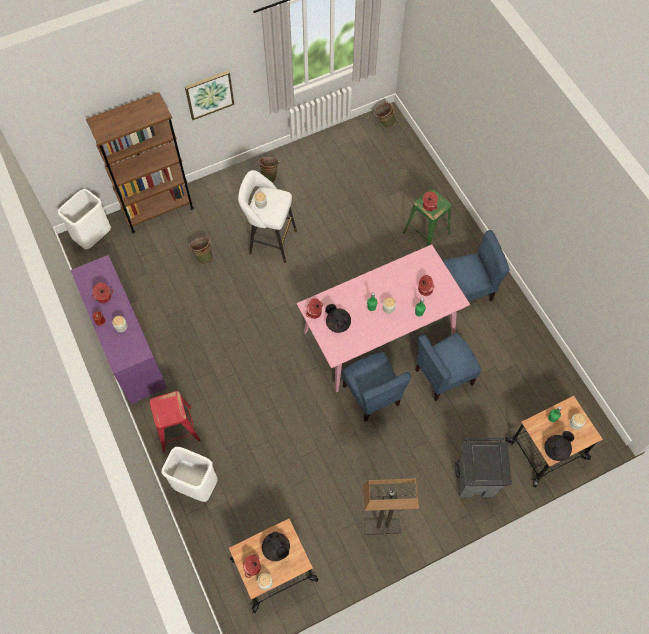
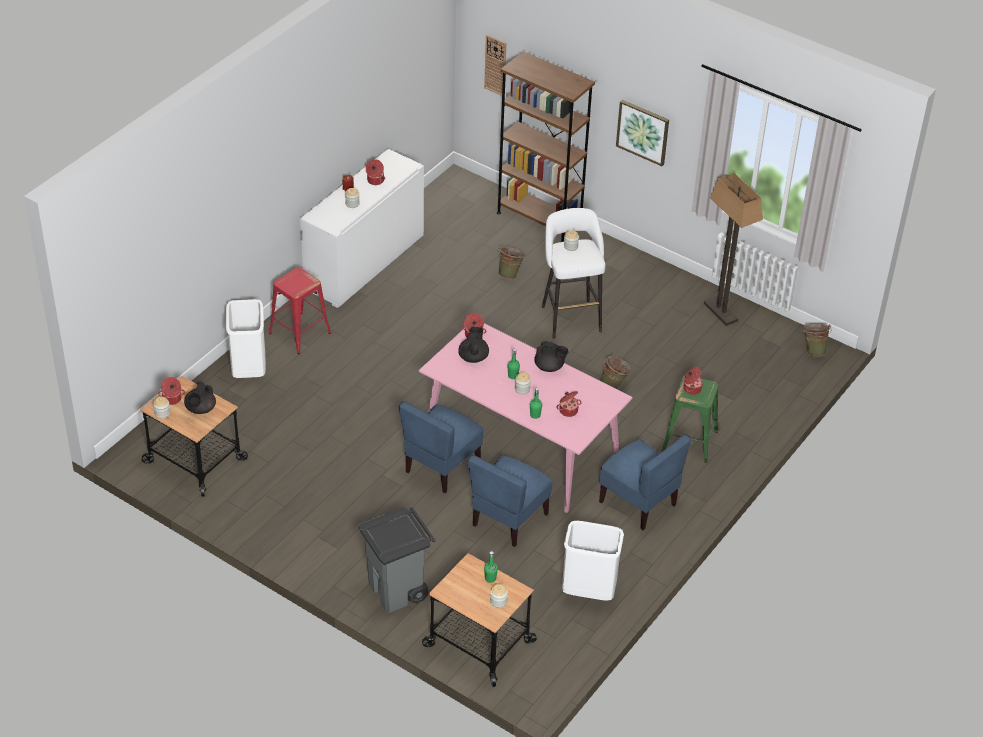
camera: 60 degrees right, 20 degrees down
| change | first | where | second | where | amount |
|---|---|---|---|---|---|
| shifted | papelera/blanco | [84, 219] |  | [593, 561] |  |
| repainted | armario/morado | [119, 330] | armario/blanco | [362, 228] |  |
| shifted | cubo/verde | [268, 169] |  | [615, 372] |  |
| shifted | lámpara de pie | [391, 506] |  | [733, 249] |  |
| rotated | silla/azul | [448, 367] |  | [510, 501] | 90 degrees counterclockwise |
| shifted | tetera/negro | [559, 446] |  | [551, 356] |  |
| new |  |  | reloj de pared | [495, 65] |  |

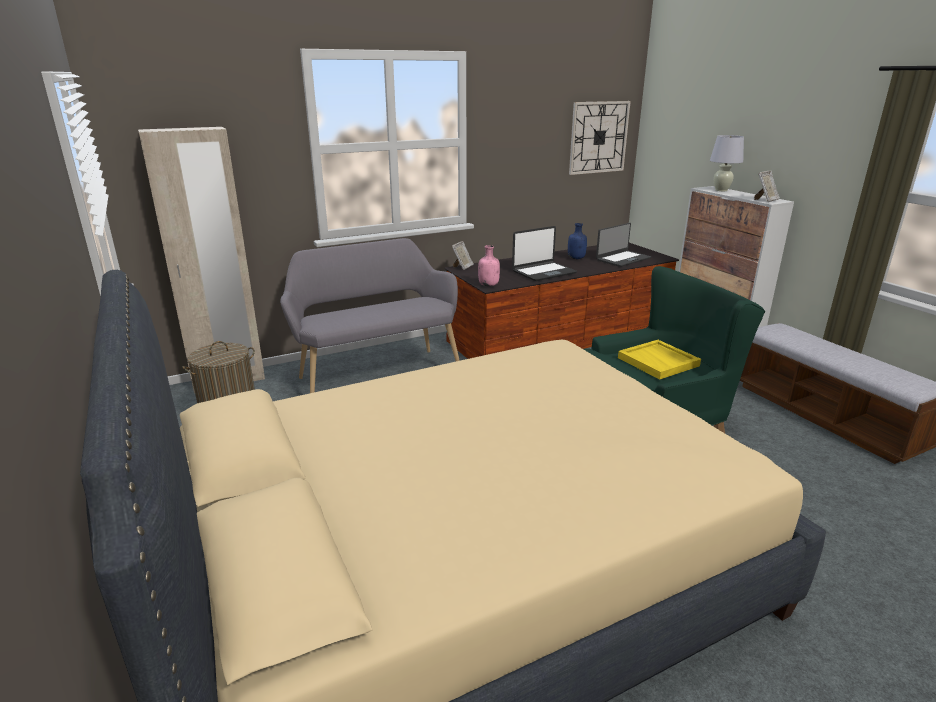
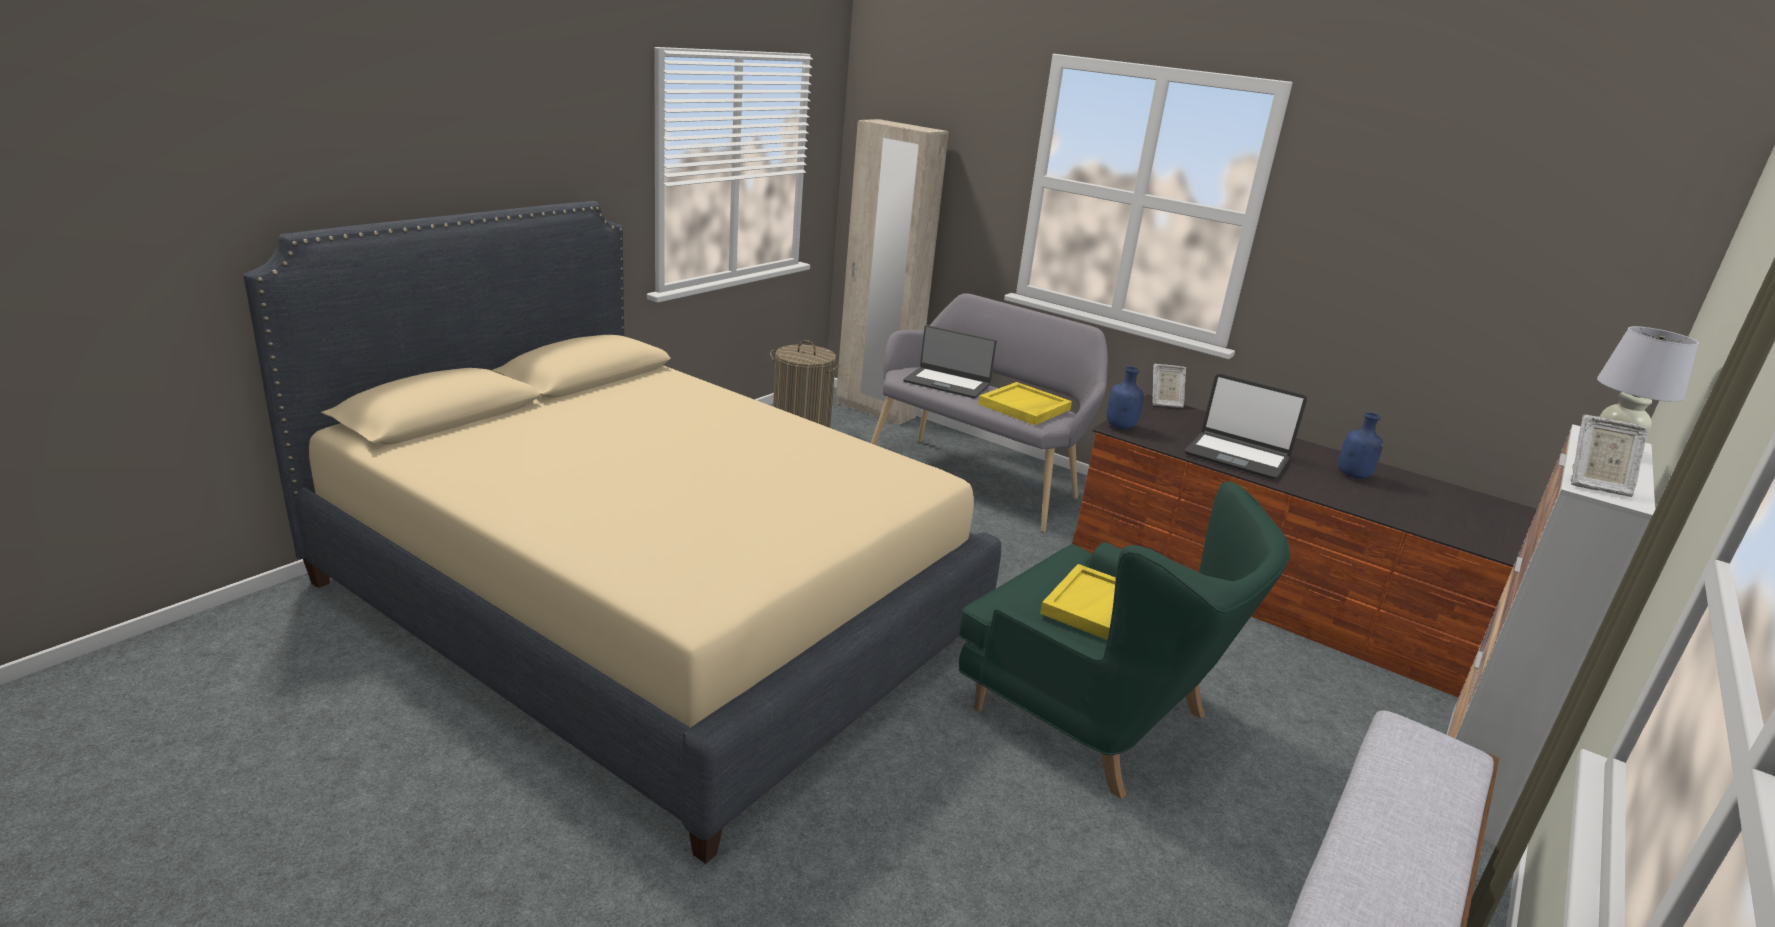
camera: 60 degrees right, 0 degrees up
| change | first | where | second | where | amount |
|---|---|---|---|---|---|
| repainted | botella/rosa | [489, 265] | botella/azul | [1125, 398] |  |
| gone | reloj de pared | [600, 138] |  |  |  |
| shifted | portátil | [623, 245] |  | [950, 362] |  |
| new |  |  | bandeja/amarillo | [1025, 403] |  |

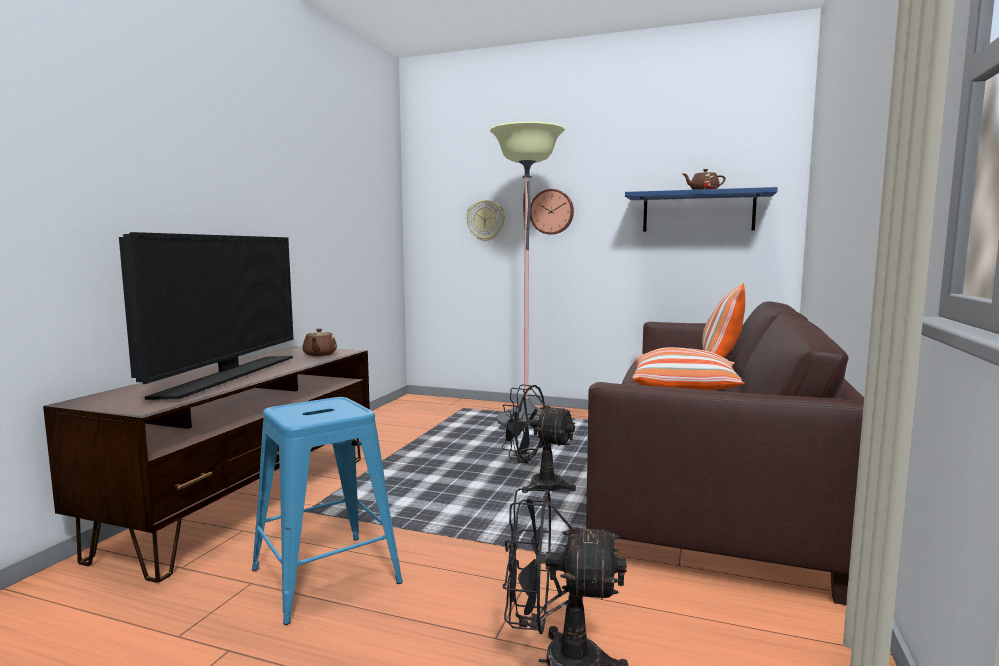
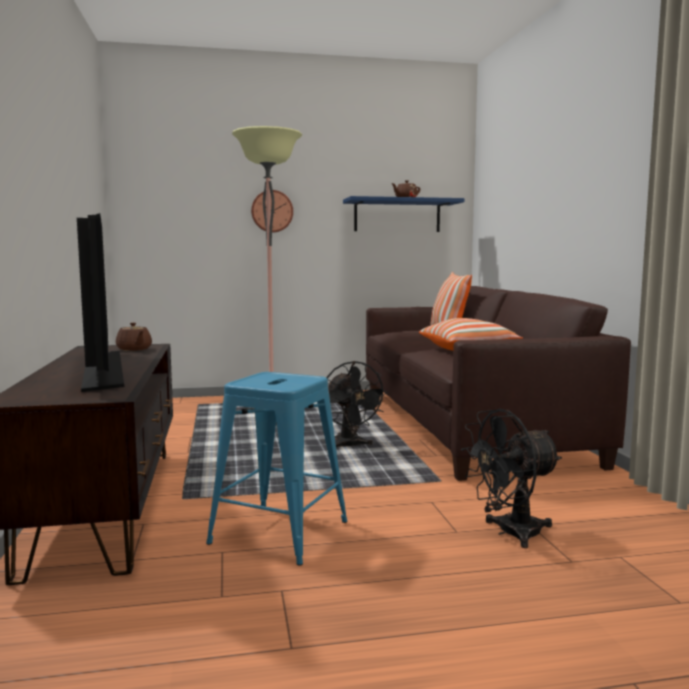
camera: 30 degrees left, 0 degrees up
| change | first | where | second | where | amount |
|---|---|---|---|---|---|
| gone | reloj de pared | [485, 220] |  |  |  |
| rotated | ventilador/negro | [537, 438] |  | [357, 404] | 105 degrees counterclockwise |

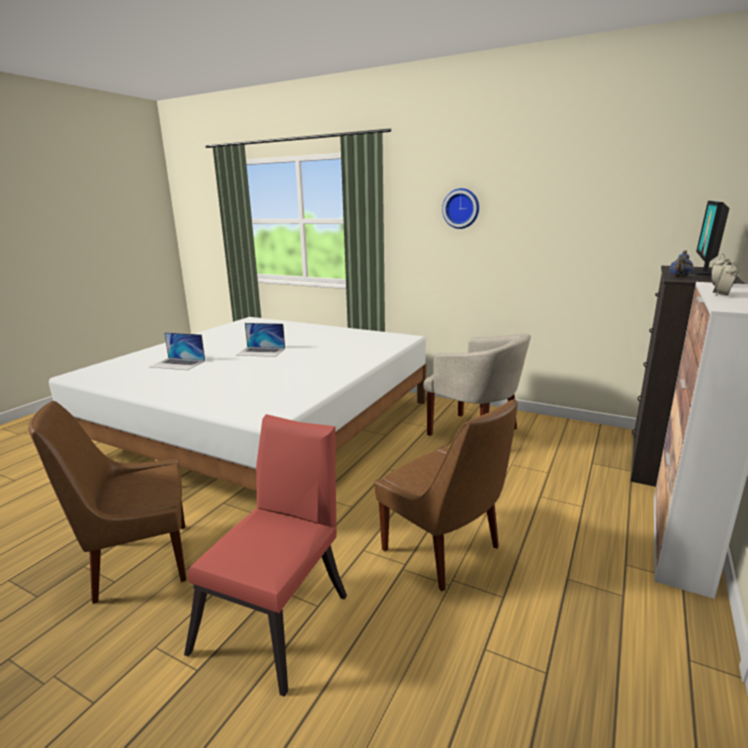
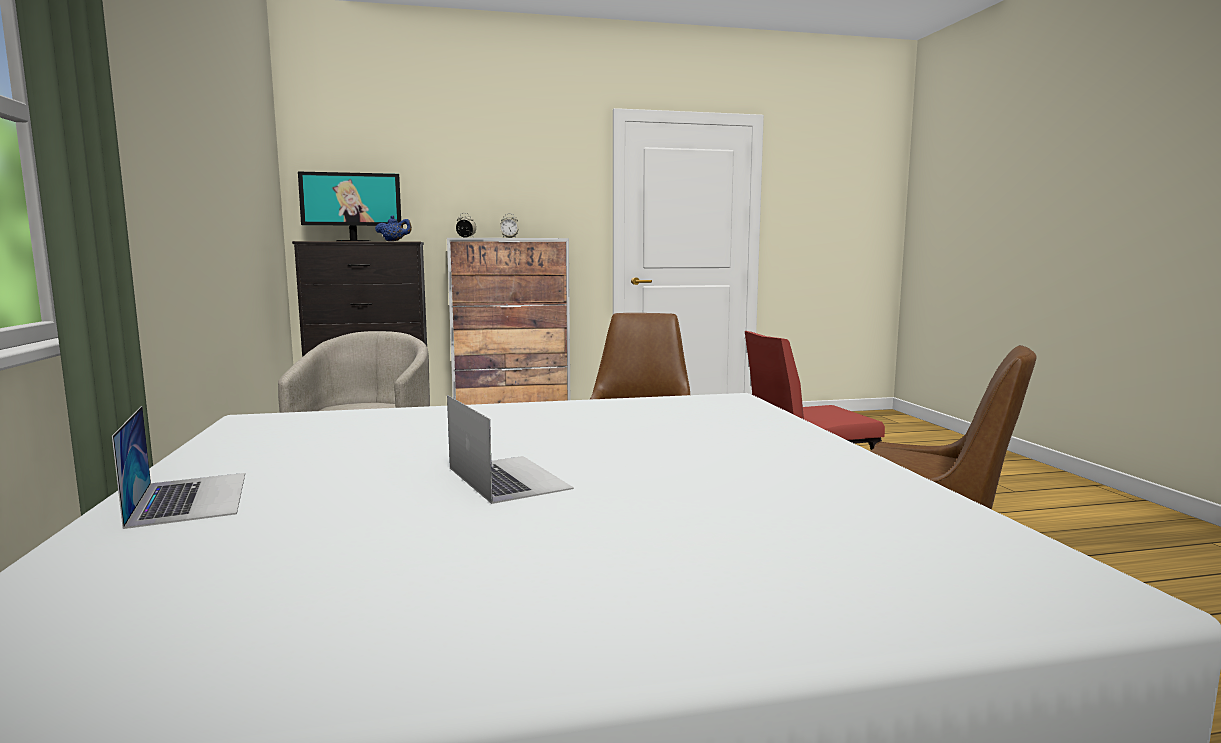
camera: 130 degrees left, 10 degrees down
| change | first | where | second | where | amount |
|---|---|---|---|---|---|
| shifted | portátil | [177, 351] |  | [178, 467] |  |
| gone | reloj de pared | [460, 208] |  |  |  |

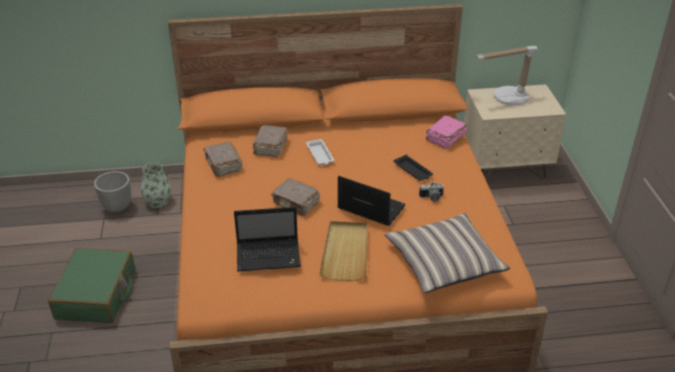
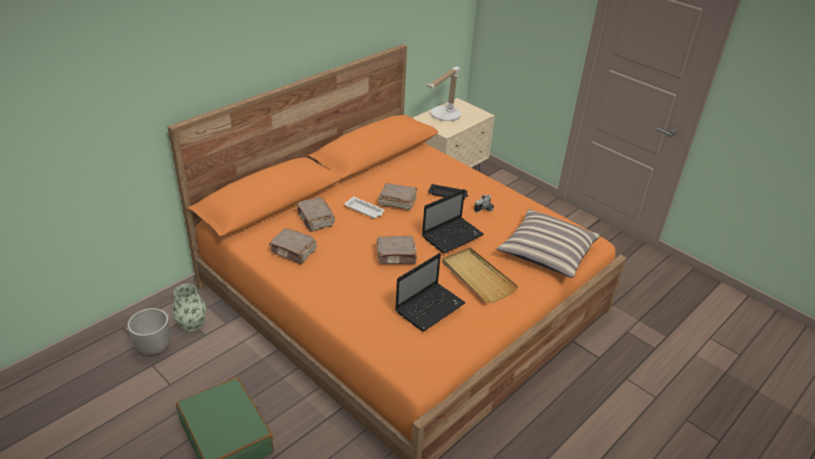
camera: 40 degrees left, 0 degrees up
| change | first | where | second | where | amount |
|---|---|---|---|---|---|
| rotated | portátil | [372, 201] |  | [453, 221] | 150 degrees clockwise |
| gone | libro/rosa | [446, 132] |  |  |  |
| new |  |  | libro/marrón | [397, 196] |  |

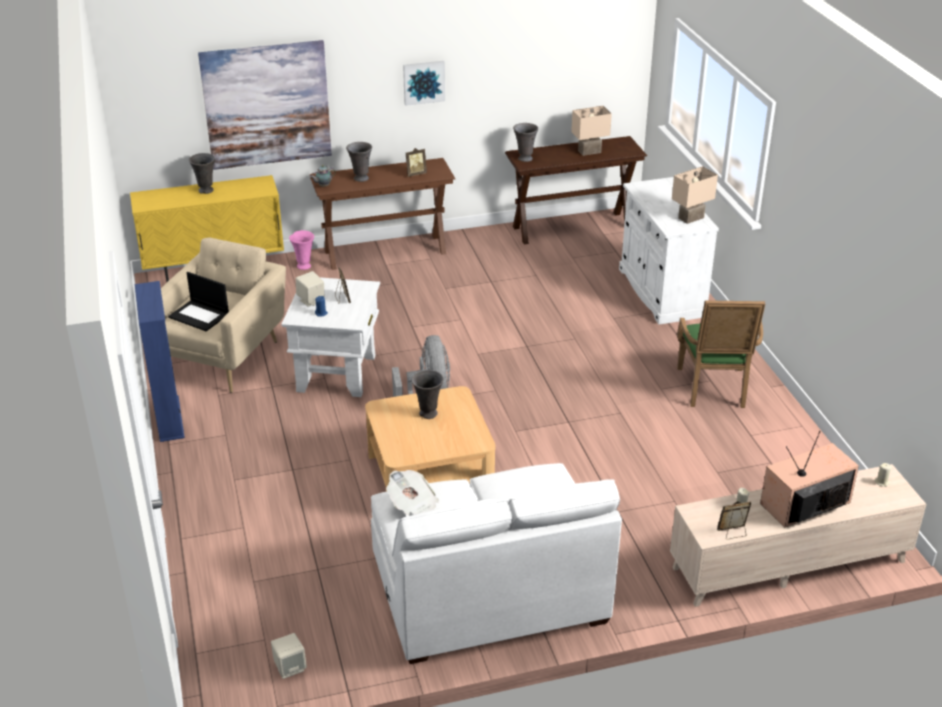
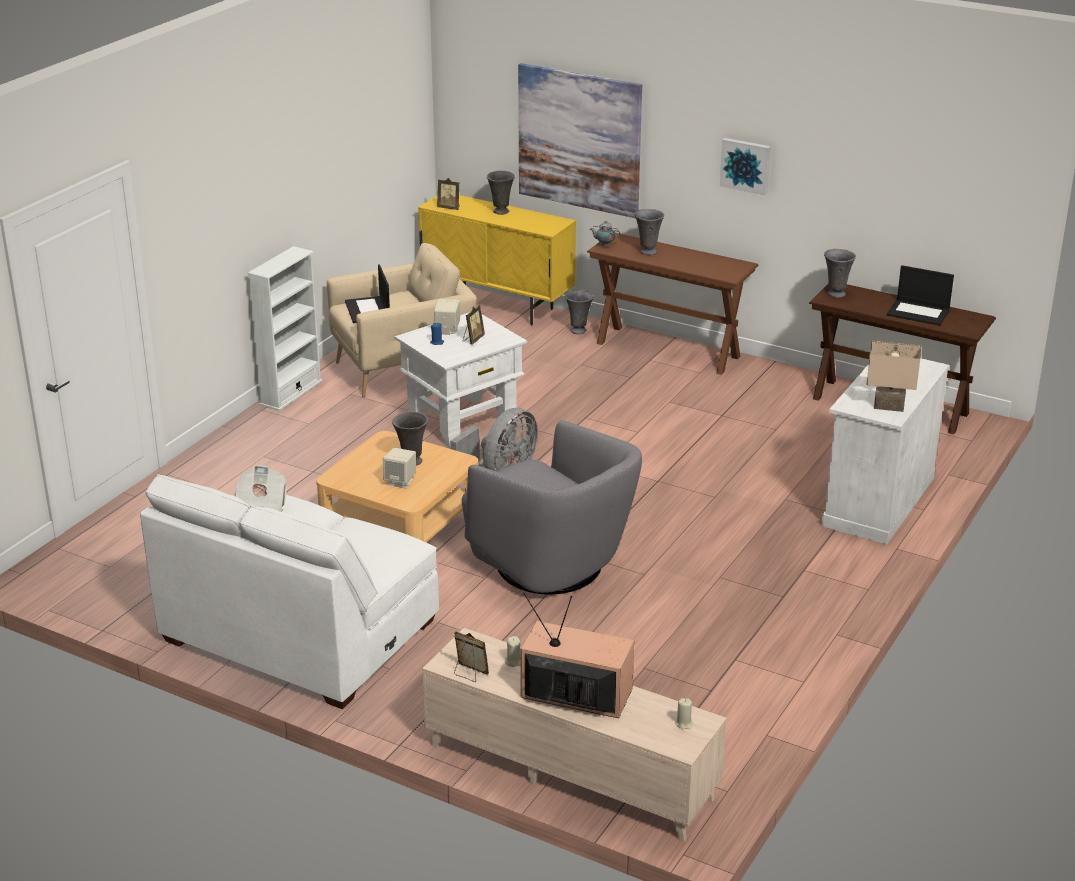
camera: 45 degrees right, 5 degrees down
| change | first | where | second | where | amount |
|---|---|---|---|---|---|
| repainted | estantería/azul | [160, 361] | estantería/blanco | [285, 328] |  |
| shifted | altavoz/beis | [289, 656] |  | [399, 468] |  |
| repainted | florero/rosa | [301, 250] | florero/gris | [579, 312] |  |
| shifted | portarretratos | [416, 162] |  | [448, 194] |  |
| swapped | lámpara de mesa/beis | [591, 131] | portátil | [920, 295] |  |
| gone | sillón/verde | [721, 354] |  |  |  |
| new |  |  | sillón/gris | [551, 507] |  |

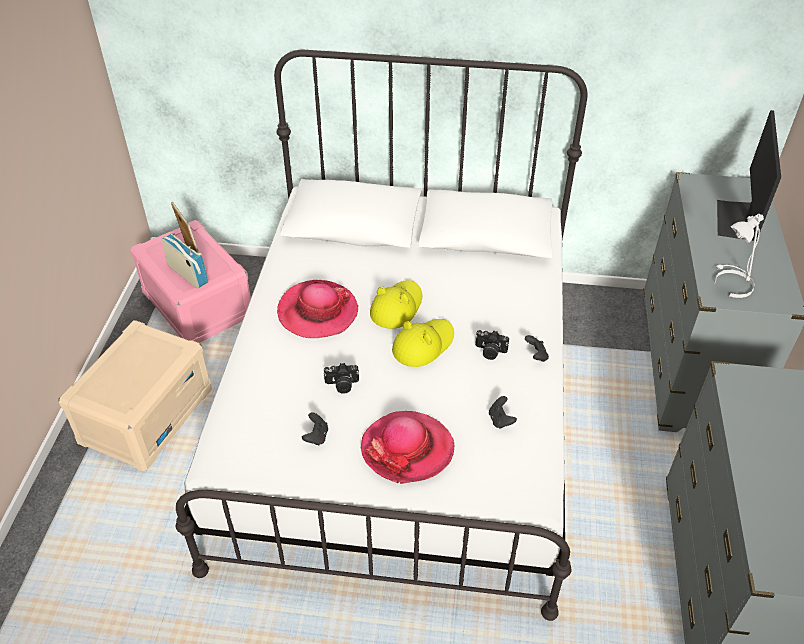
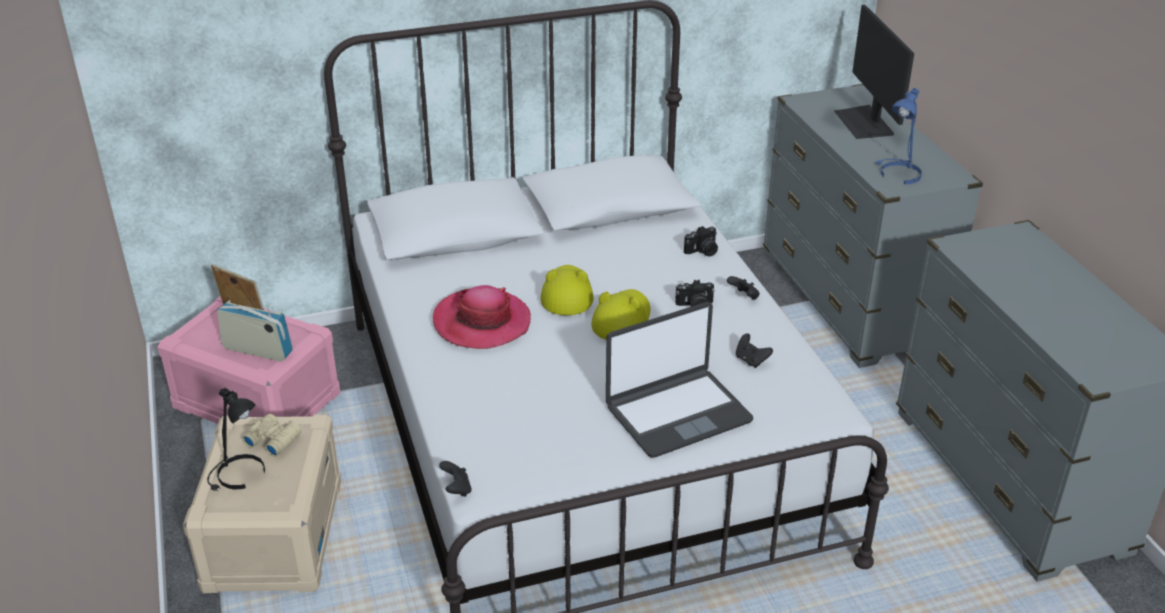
camera: 25 degrees left, 10 degrees down
| change | first | where | second | where | amount |
|---|---|---|---|---|---|
| shifted | mando de consola/negro | [315, 428] |  | [455, 479] |  |
| shifted | cámara | [341, 378] |  | [701, 241] |  |
| swapped | sombrero | [408, 447] | portátil | [680, 380] |  |
| repainted | lámpara de mesa/blanco | [739, 256] | lámpara de mesa/azul | [898, 136] |  |
| new |  |  | lámpara de mesa/negro | [236, 439] |  |
| new |  |  | prismáticos/beis | [271, 435] |  |

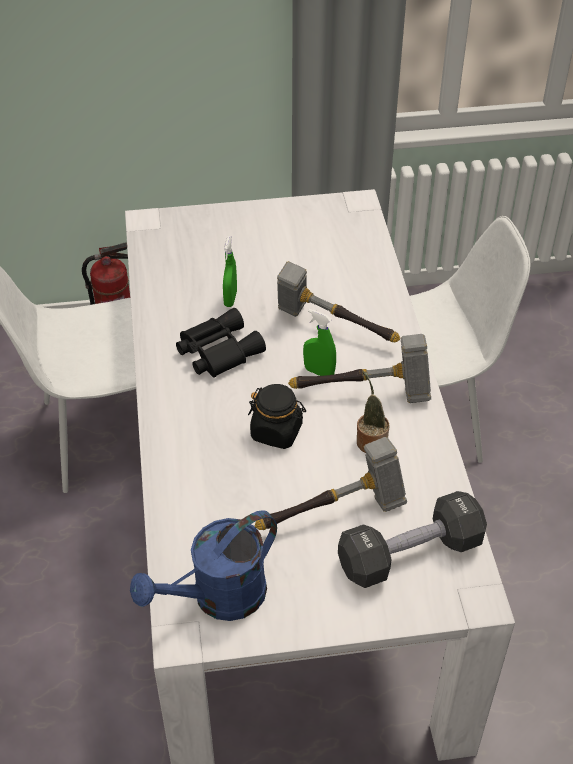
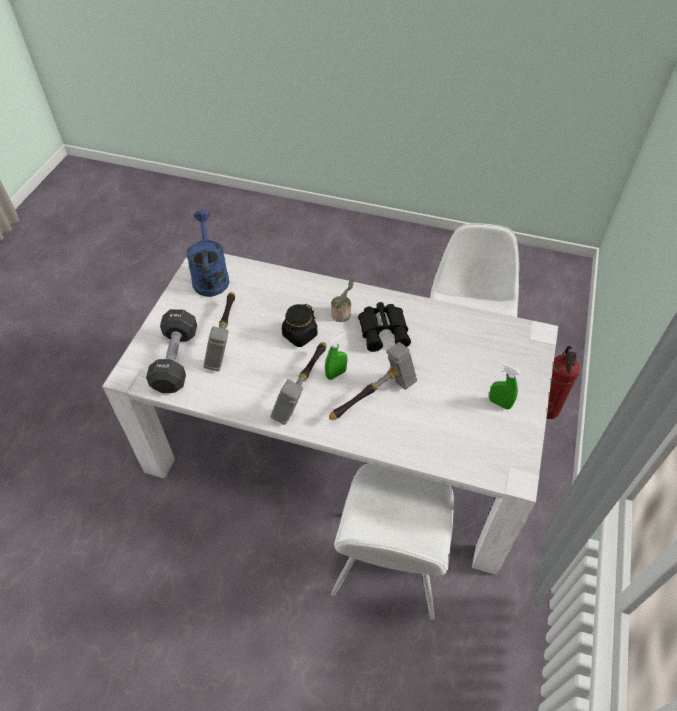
camera: 115 degrees right, 5 degrees up
| change | first | where | second | where | amount |
|---|---|---|---|---|---|
| shifted | pulverizador/verde | [230, 271] |  | [504, 386] |  |
| shifted | planta en maceta | [373, 412] |  | [343, 297] |  |

